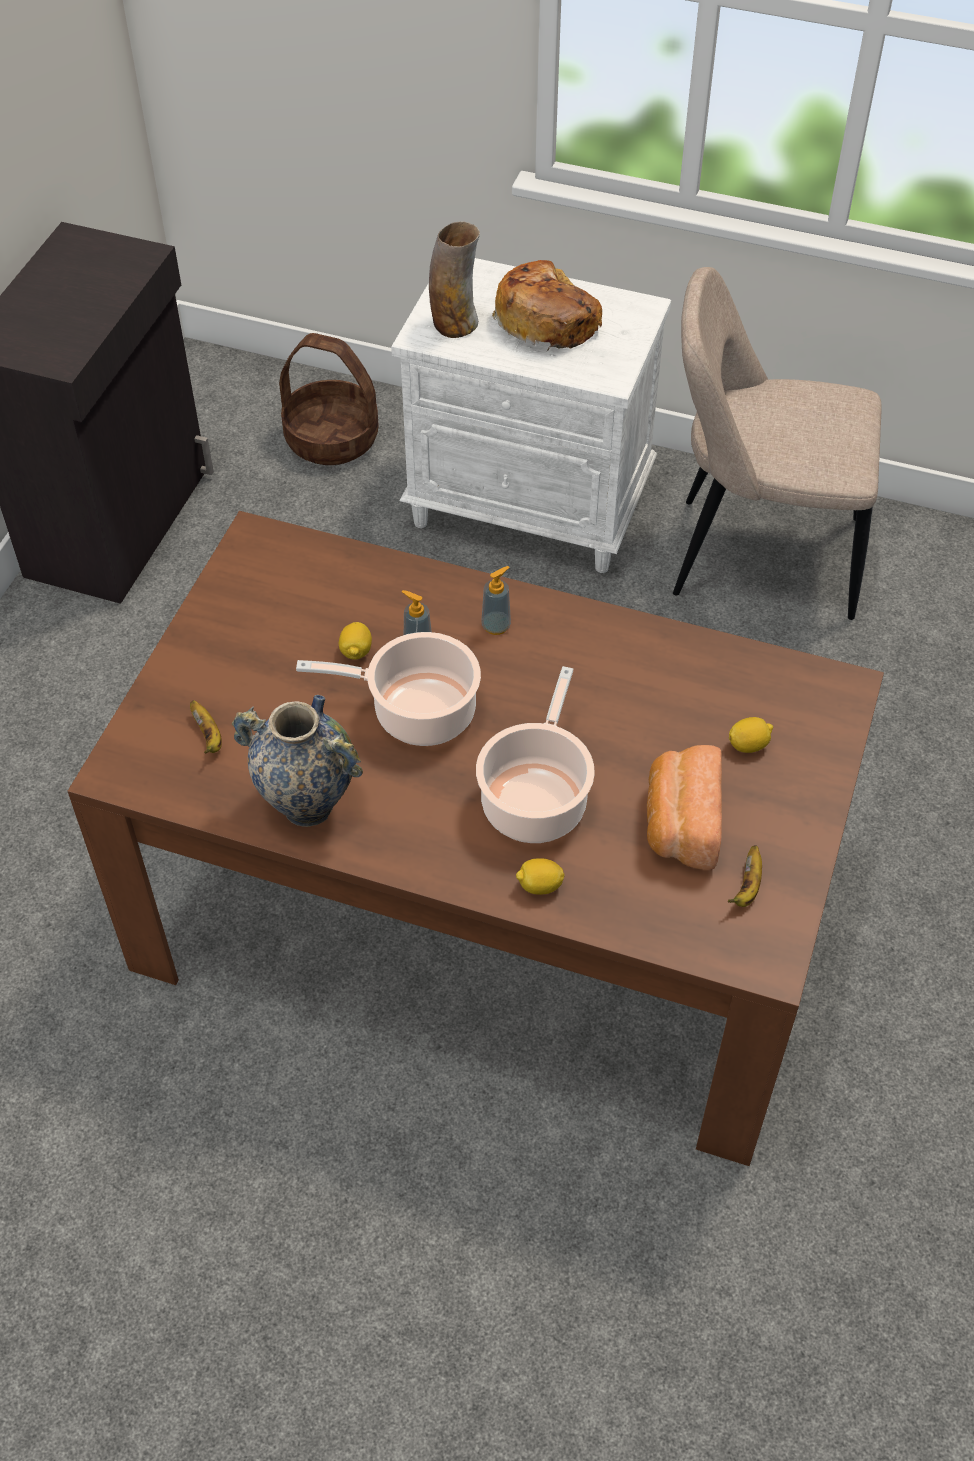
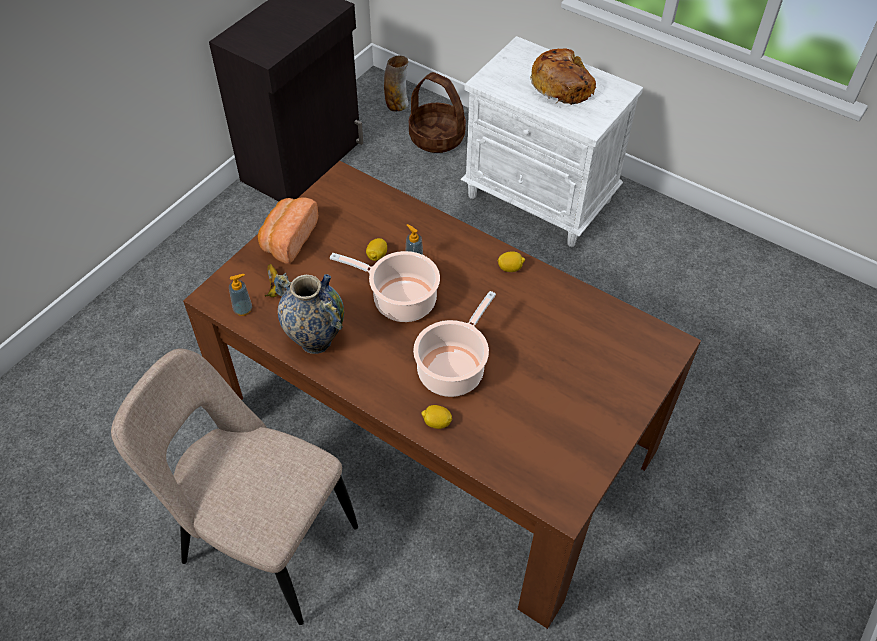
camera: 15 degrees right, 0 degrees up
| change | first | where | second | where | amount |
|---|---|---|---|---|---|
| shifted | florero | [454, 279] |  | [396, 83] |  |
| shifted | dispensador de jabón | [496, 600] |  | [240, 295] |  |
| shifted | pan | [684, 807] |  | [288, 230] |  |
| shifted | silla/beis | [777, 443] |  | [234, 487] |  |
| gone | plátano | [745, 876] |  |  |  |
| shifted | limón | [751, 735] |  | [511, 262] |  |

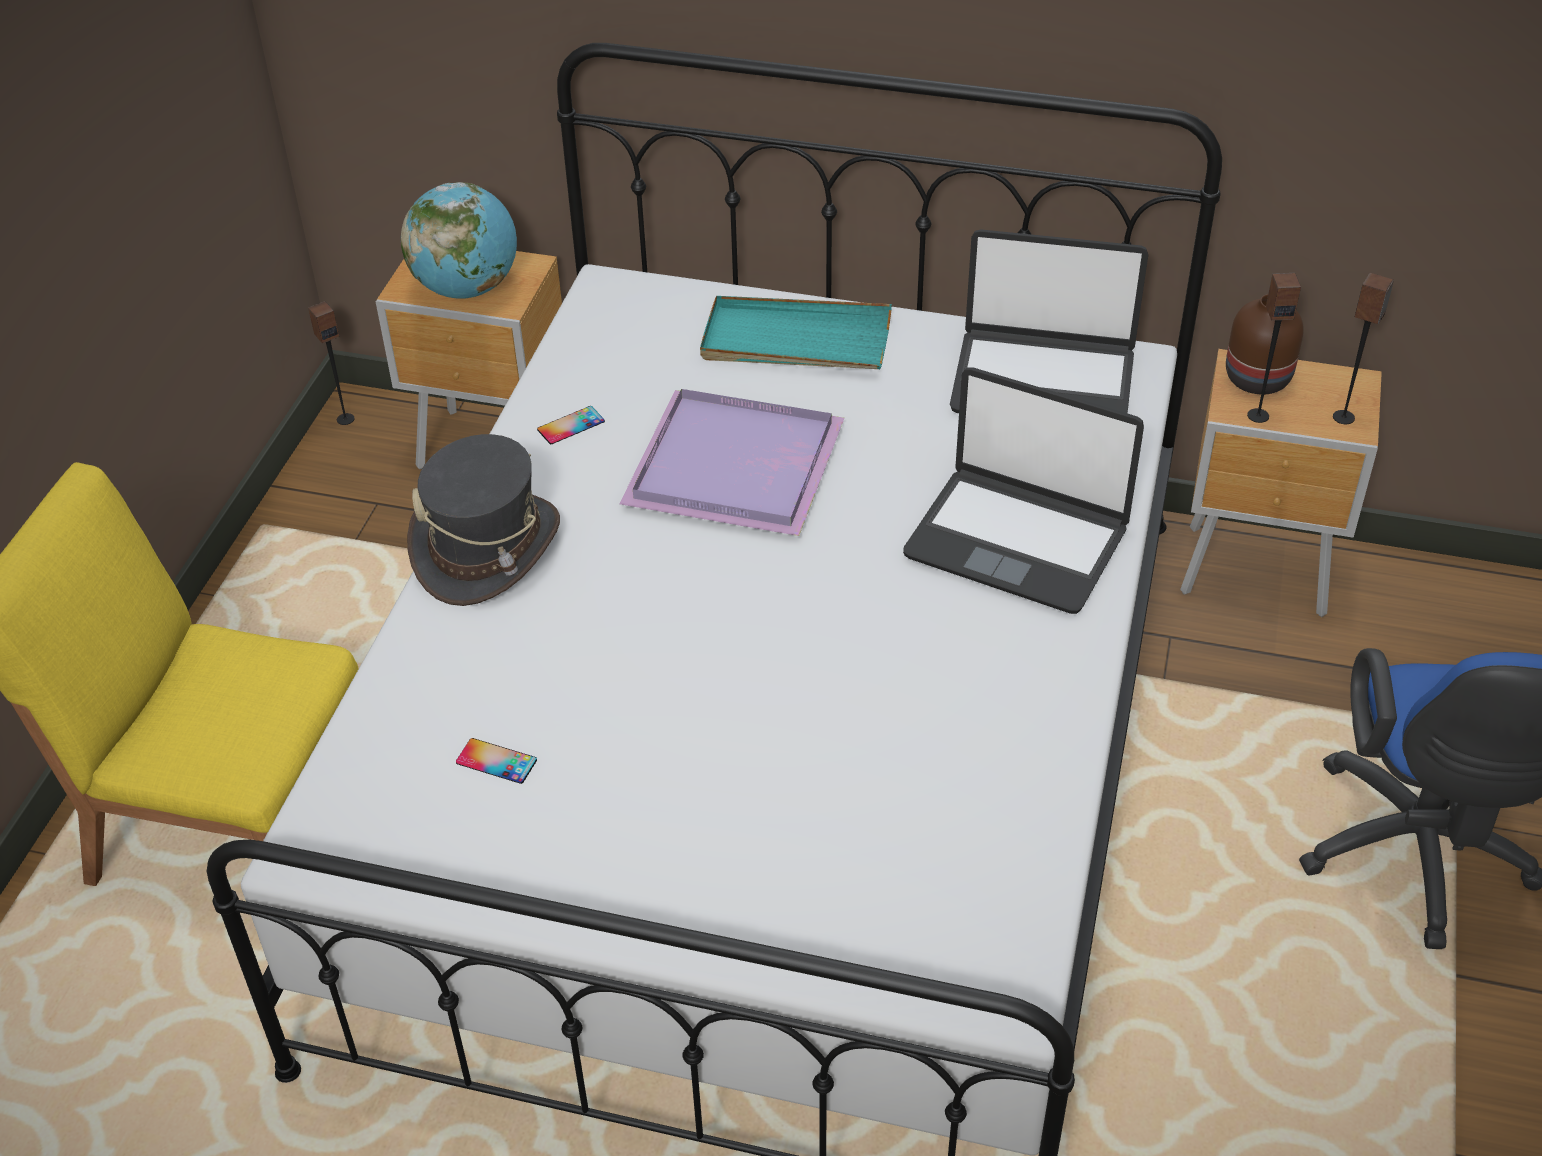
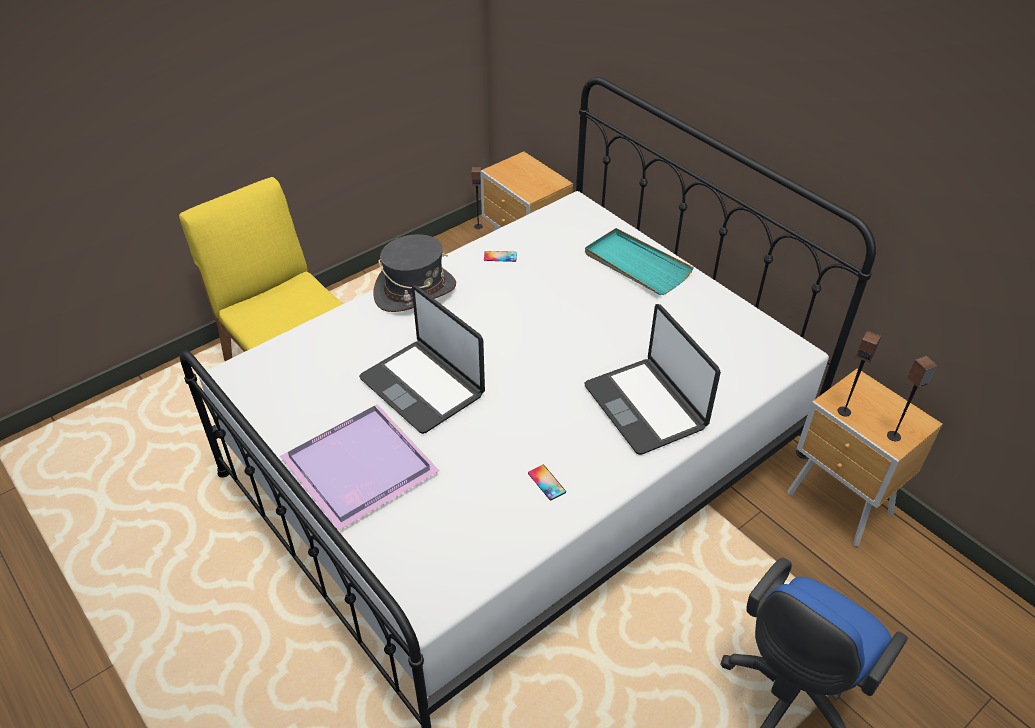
camera: 35 degrees right, 0 degrees up
| change | first | where | second | where | amount |
|---|---|---|---|---|---|
| gone | globo terráqueo | [459, 240] |  |  |  |
| shifted | móvil | [496, 761] |  | [547, 482] |  |
| shifted | bandeja/morado | [731, 462] |  | [359, 467] |  |
| shifted | portátil | [1049, 321] |  | [422, 360] |  |
| gone | florero/marrón | [1265, 344] |  |  |  |

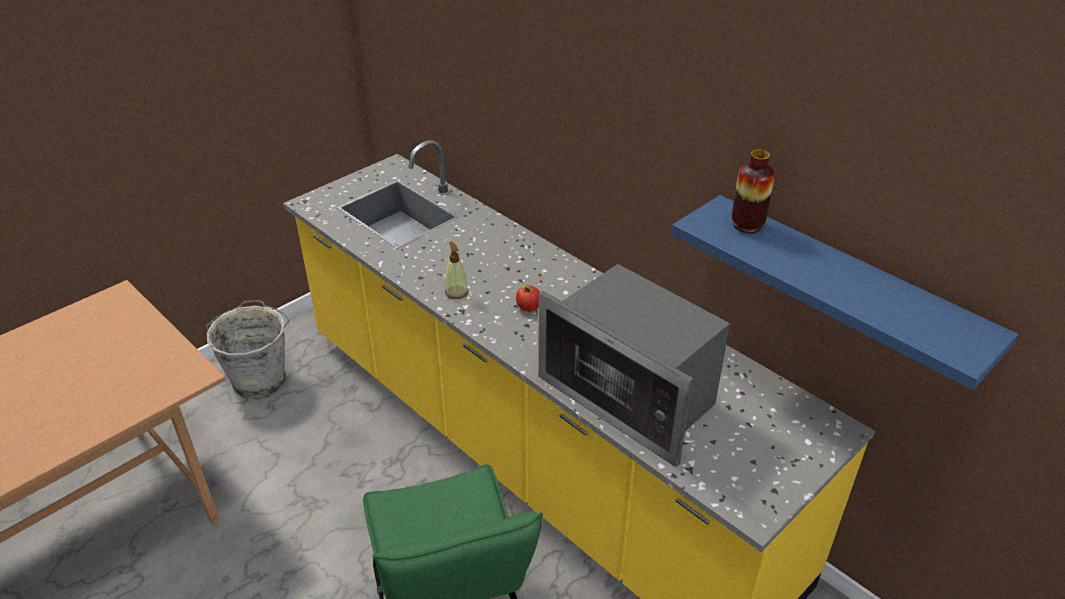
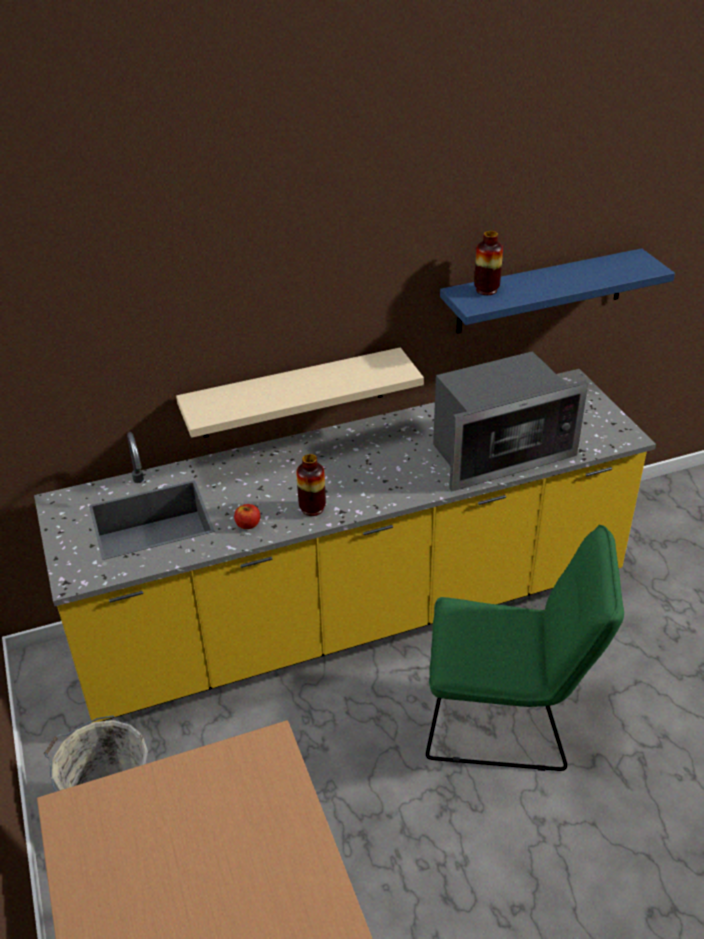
camera: 65 degrees left, 0 degrees up
| change | first | where | second | where | amount |
|---|---|---|---|---|---|
| swapped | dispensador de jabón | [457, 270] | florero | [311, 485] |  |
| shifted | manzana | [528, 298] |  | [247, 516] |  |
| new |  |  | estante/beis | [300, 392] |  |

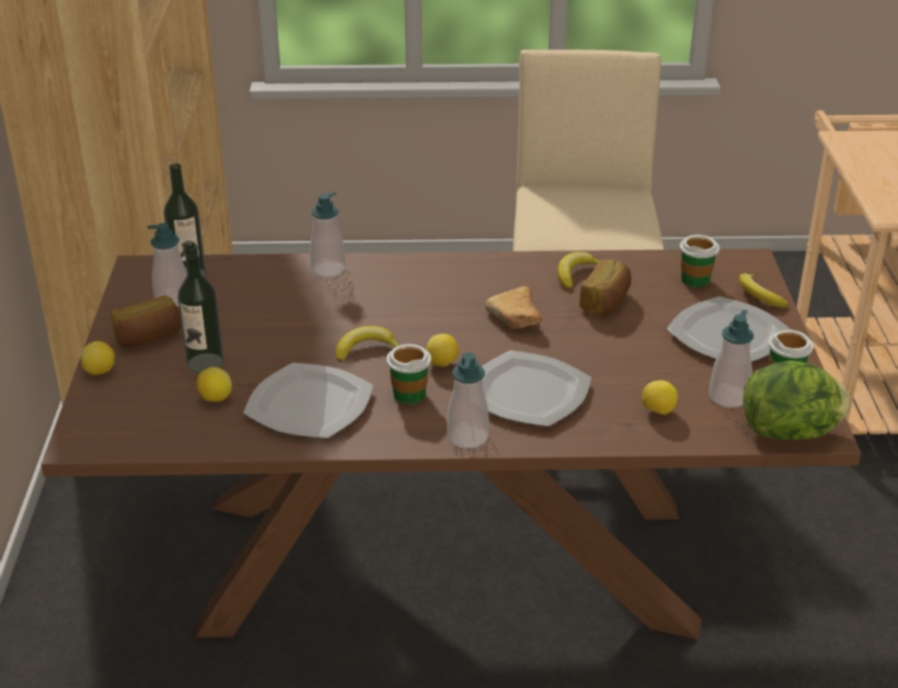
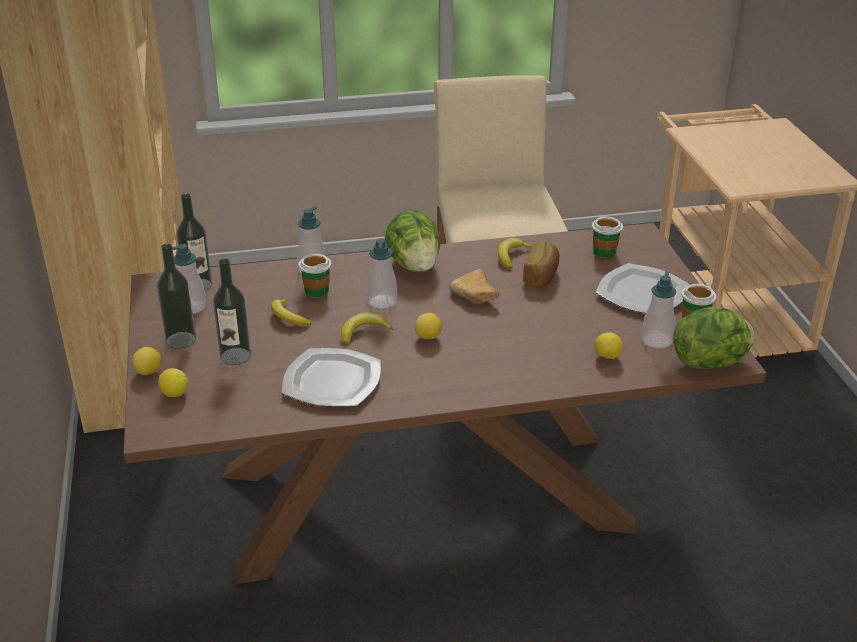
camera: 10 degrees left, 0 degrees up
| change | first | where | second | where | amount |
|---|---|---|---|---|---|
| swapped | pan | [146, 321] | botella | [176, 296] |  |
| shifted | limón | [214, 384] |  | [173, 382] |  |
| shifted | taza | [408, 374] |  | [314, 276] |  |
| shifted | dispensador de jabón | [468, 400] |  | [382, 273] |  |
| gone | plato | [536, 388] |  |  |  |
| shifted | plátano | [763, 290] |  | [291, 313] |  |
| new |  |  | lechuga | [412, 240] |  |

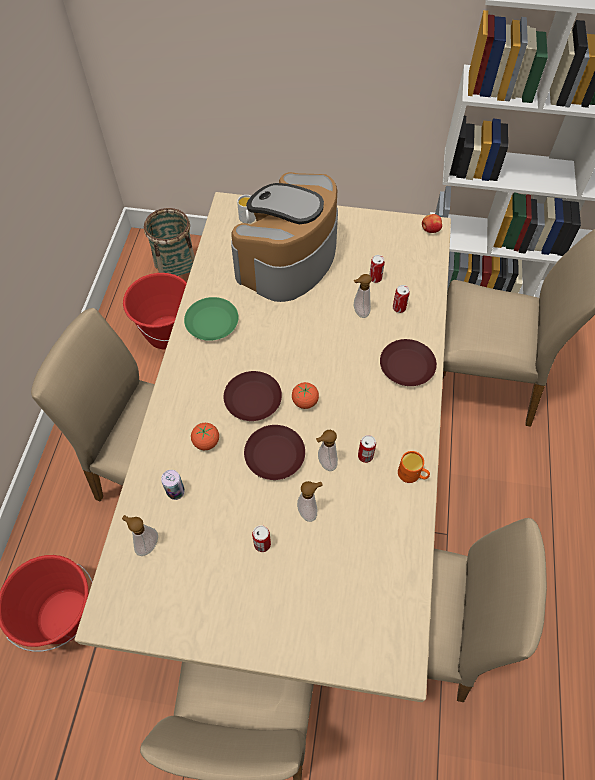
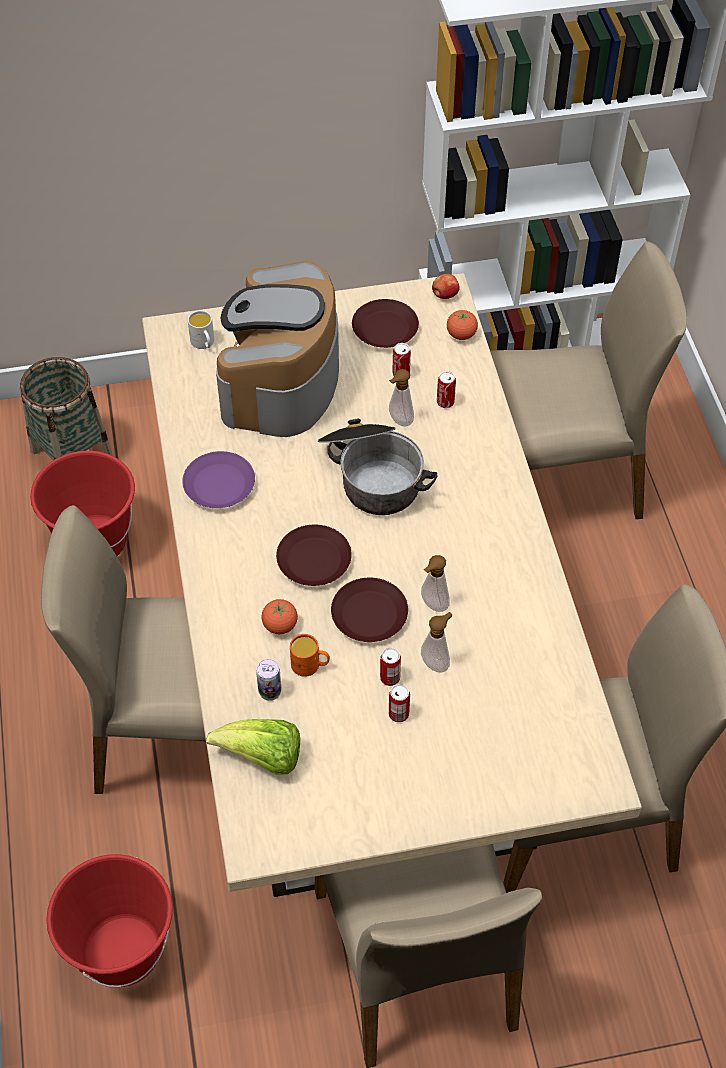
camera: 20 degrees left, 5 degrees down
| change | first | where | second | where | amount |
|---|---|---|---|---|---|
| swapped | dispensador de jabón | [140, 535] | lechuga | [253, 746] |  |
| repainted | plato/verde | [211, 319] | plato/morado | [218, 479] |  |
| shifted | tomate | [305, 395] |  | [462, 325] |  |
| shifted | lata | [367, 449] |  | [390, 667] |  |
| shifted | plato/marrón | [408, 362] |  | [385, 323] |  |
| shifted | taza grande/naranja | [414, 467] |  | [310, 655] |  |
| new |  |  | olla | [377, 467] |  |

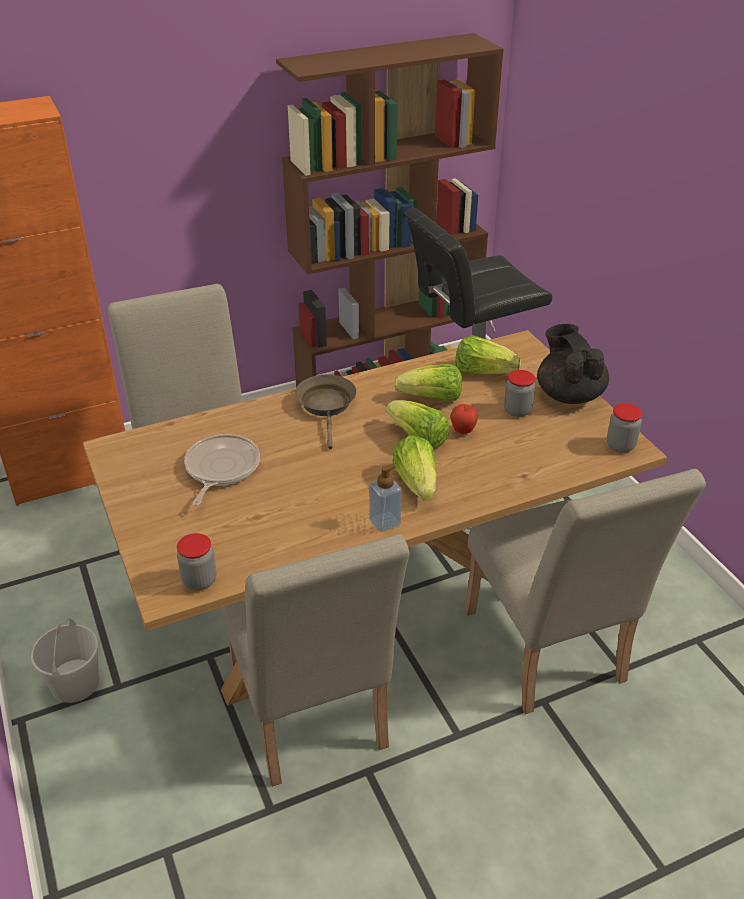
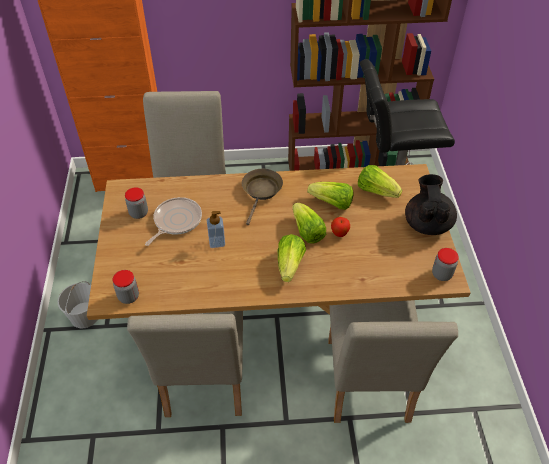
camera: 20 degrees right, 10 degrees up
| change | first | where | second | where | amount |
|---|---|---|---|---|---|
| shifted | dispensador de jabón | [385, 498] |  | [216, 229] |  |
| shifted | tarro | [519, 393] |  | [136, 203] |  |

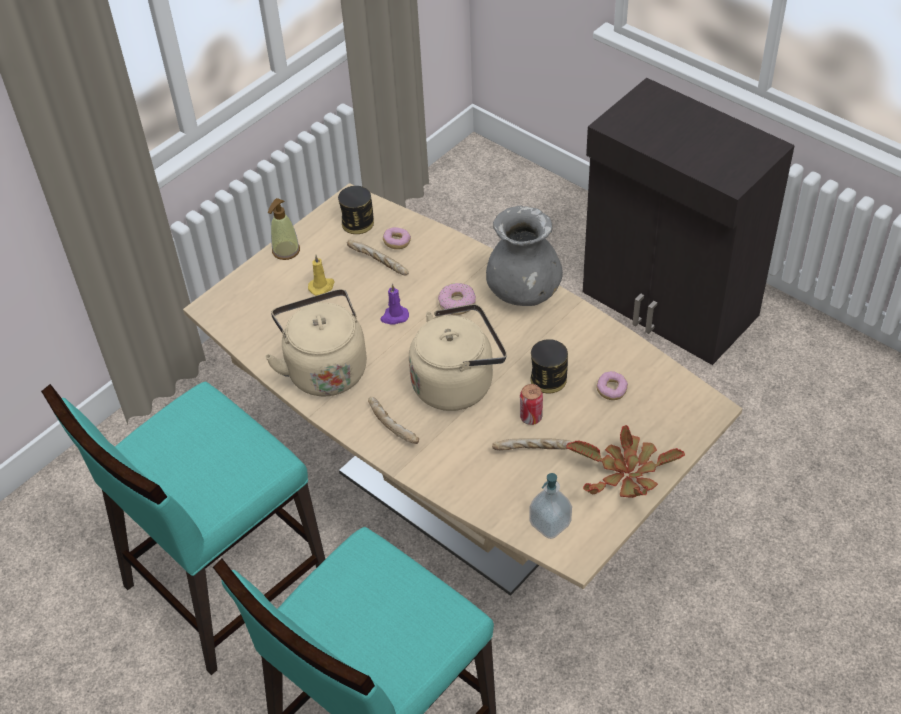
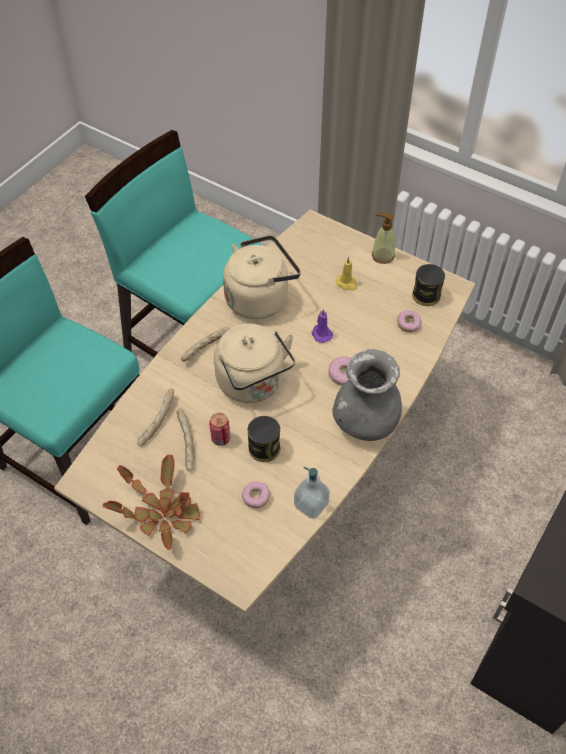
camera: 80 degrees right, 5 degrees up
| change | first | where | second | where | amount |
|---|---|---|---|---|---|
| shifted | pan | [378, 258] |  | [155, 417] |  |
| shifted | dispensador de jabón | [550, 506] |  | [312, 493] |  |

